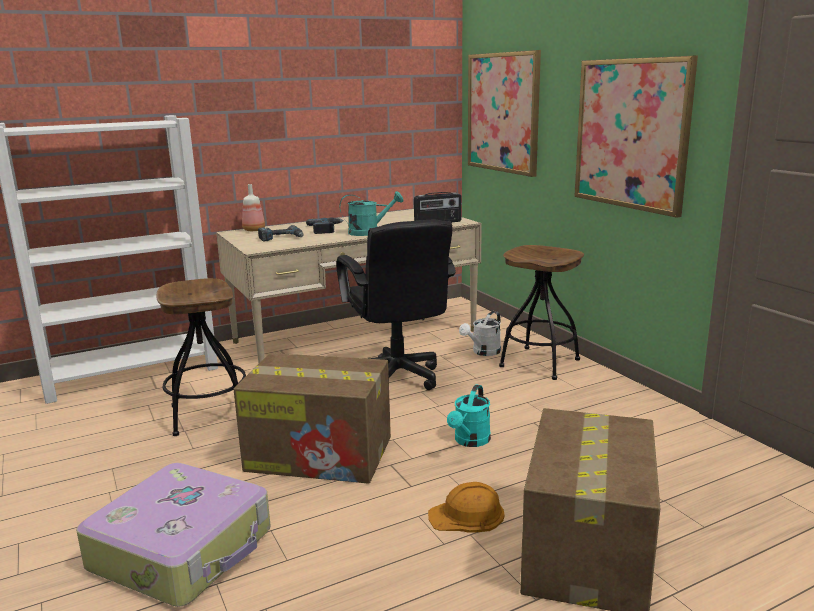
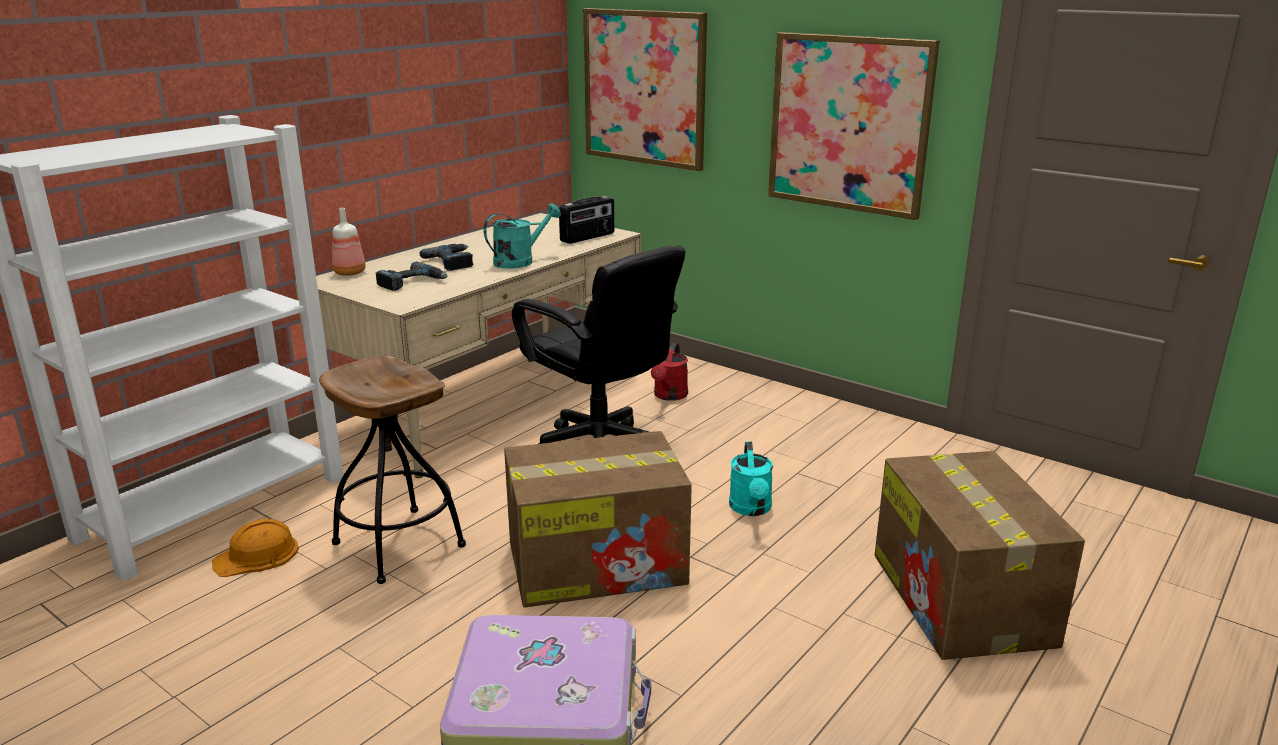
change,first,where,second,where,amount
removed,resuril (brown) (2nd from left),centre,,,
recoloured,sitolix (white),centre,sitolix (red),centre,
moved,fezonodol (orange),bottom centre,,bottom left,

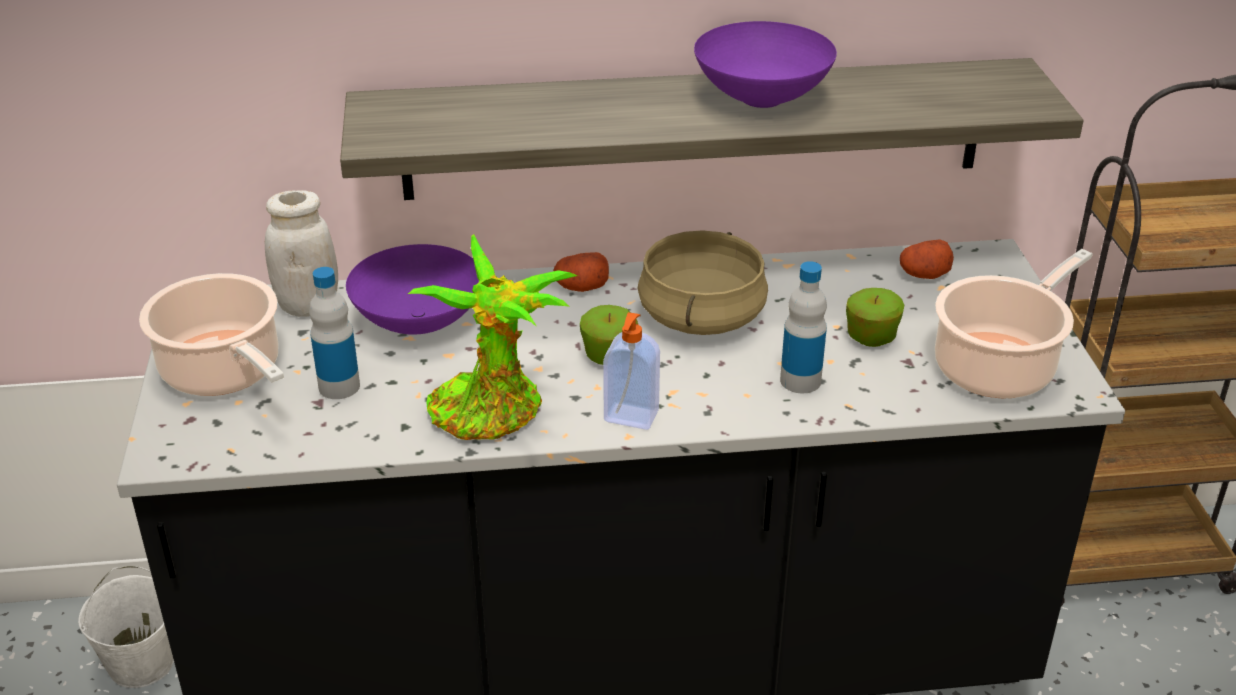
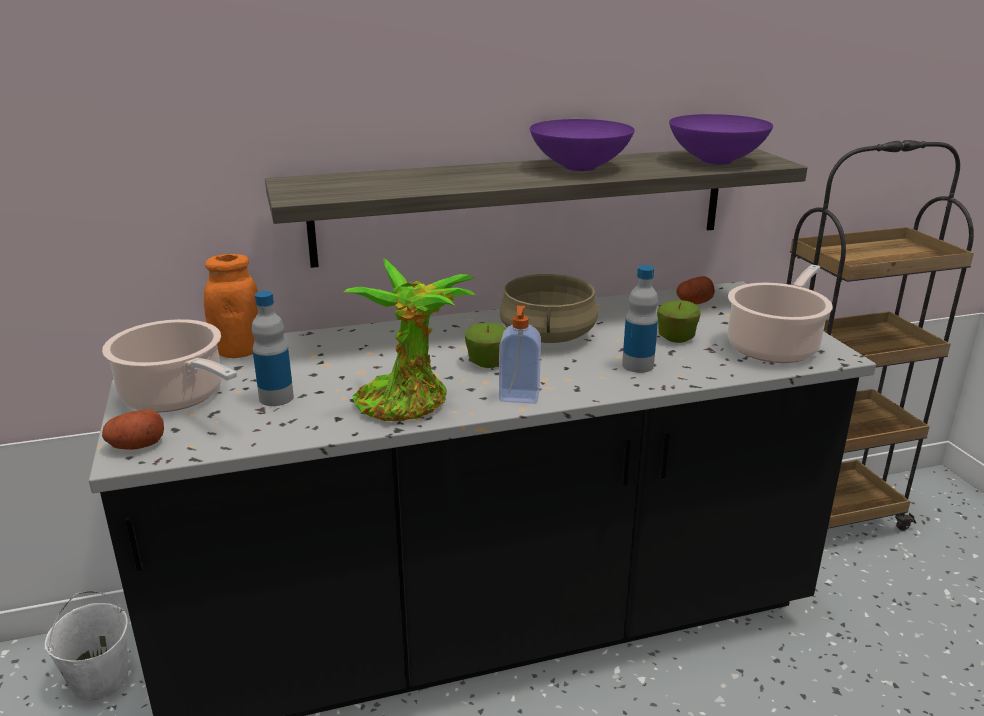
change,first,where,second,where,amount
recoloured,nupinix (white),middle left,nupinix (orange),middle left,
moved,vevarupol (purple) (1st from left in the first image),centre,vevarupol (purple) (2nd from left),top right,
moved,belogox (1st from left),centre,,middle left,

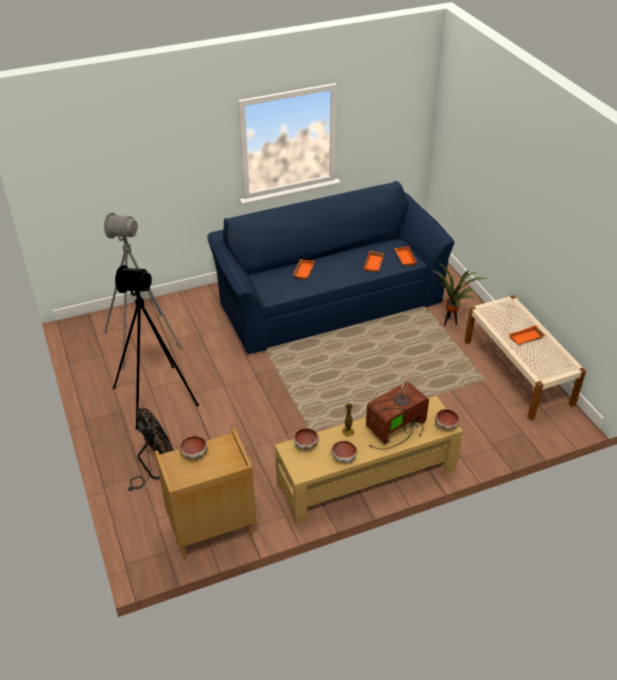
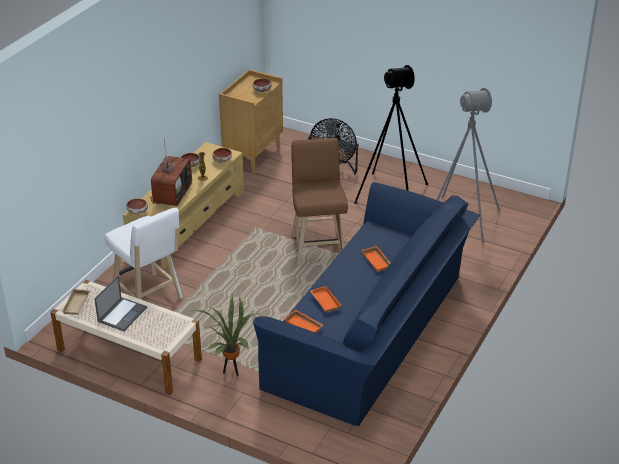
change,first,where,second,where,amount
replaced,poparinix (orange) (4th from left),middle right,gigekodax,middle left,
added,,,resuril (brown),centre,
added,,,resuril (white),middle left,
added,,,poparinix (beige),middle left,

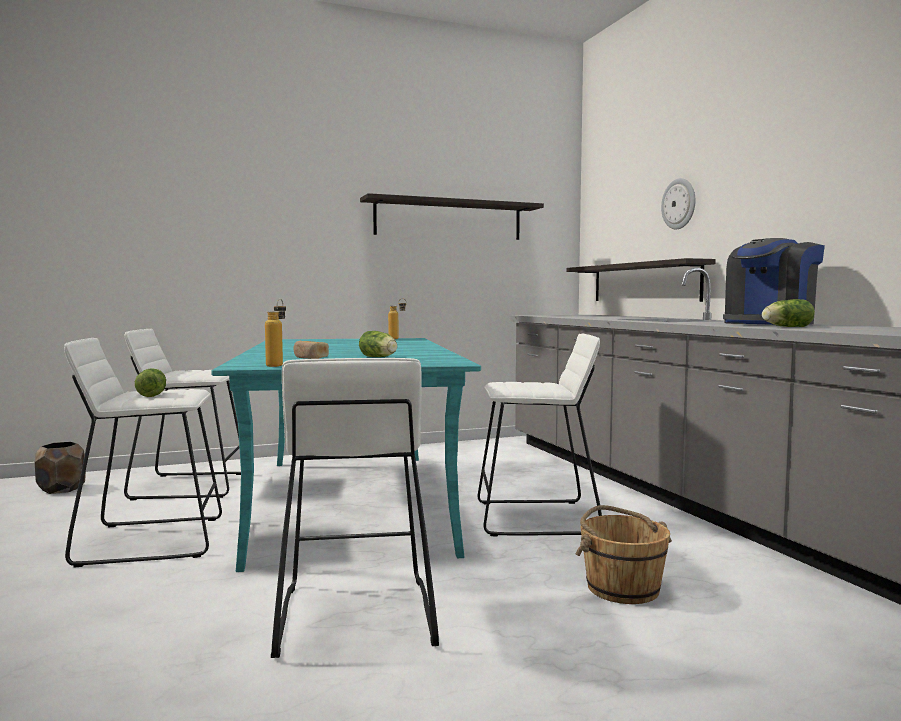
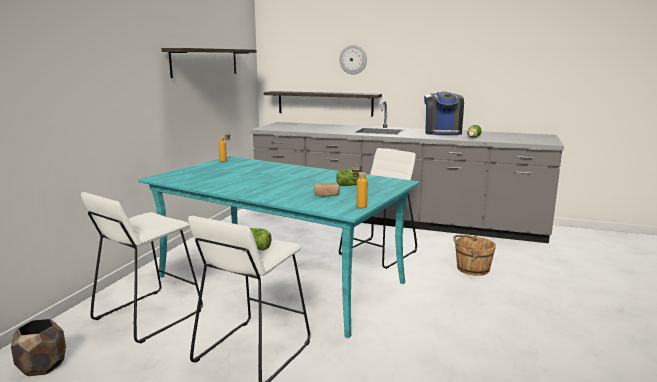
change,first,where,second,where,amount
removed,resuril (white) (3rd from left),bottom centre,,,

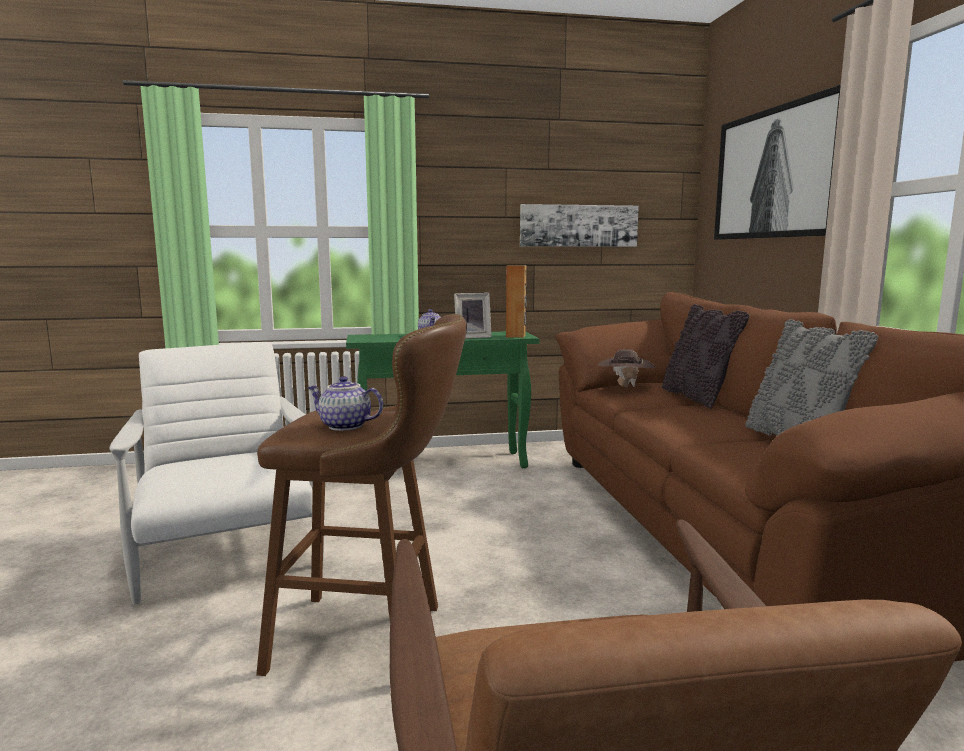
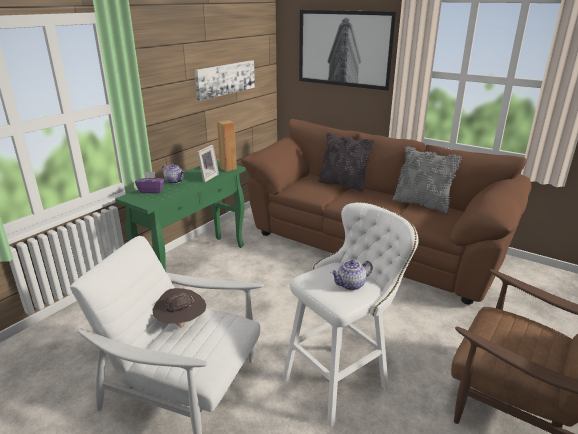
change,first,where,second,where,amount
recoloured,resuril (brown),centre,resuril (white),bottom centre,
moved,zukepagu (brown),centre,,bottom left,
added,,,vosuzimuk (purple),middle left,

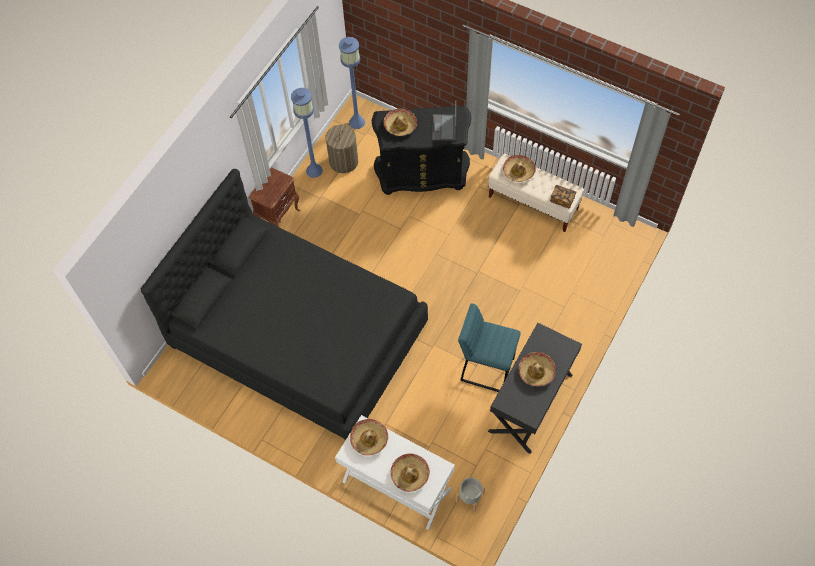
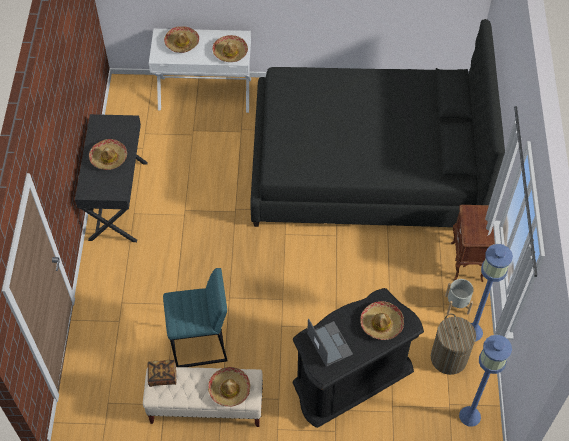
change,first,where,second,where,amount
moved,resuril (turquoise),centre,,bottom centre,
moved,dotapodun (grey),bottom centre,,bottom right,

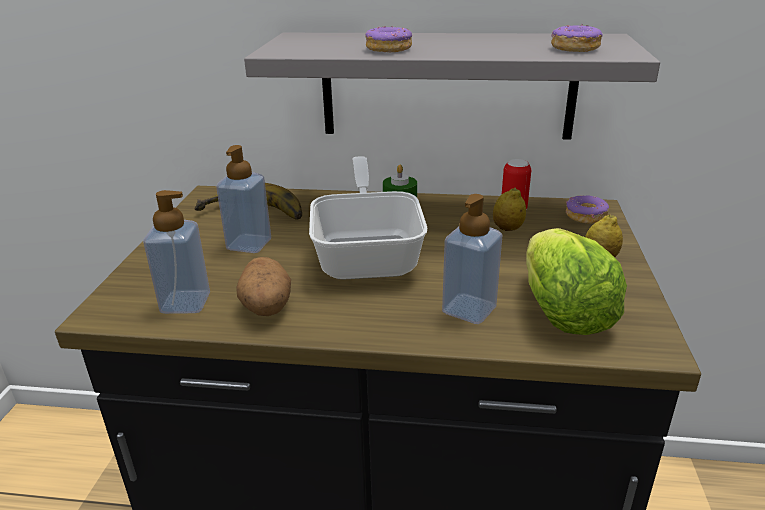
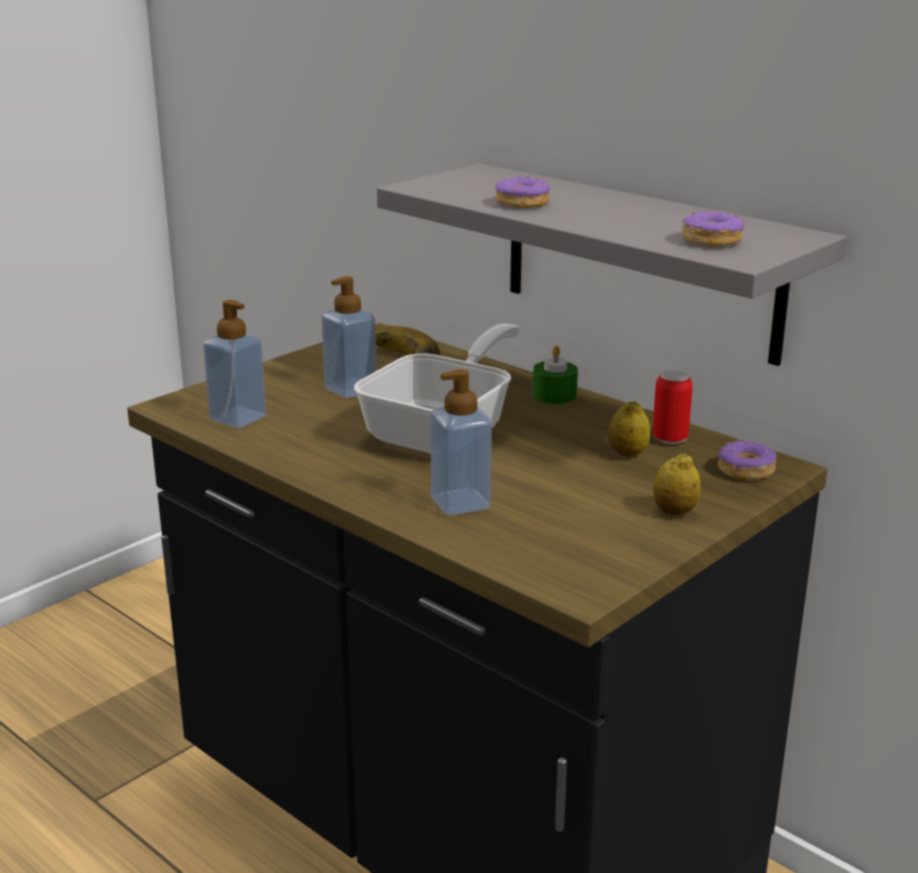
change,first,where,second,where,amount
removed,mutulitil,middle right,,,
removed,belogox,centre,,,

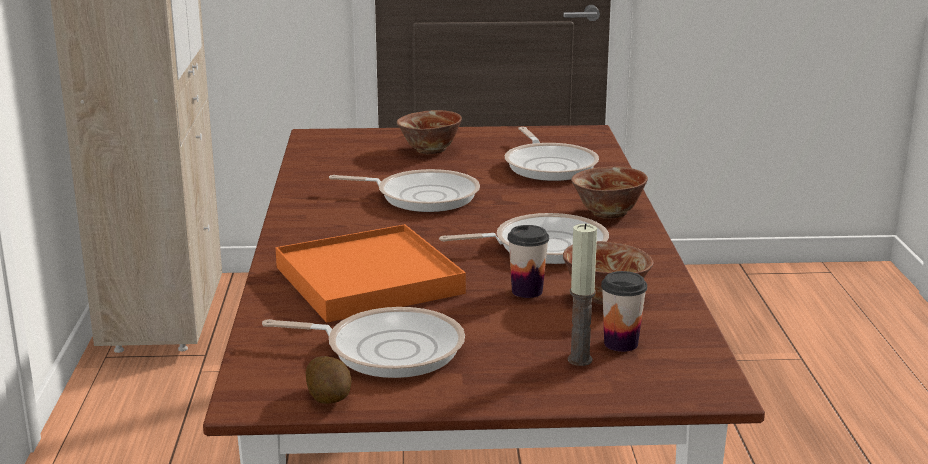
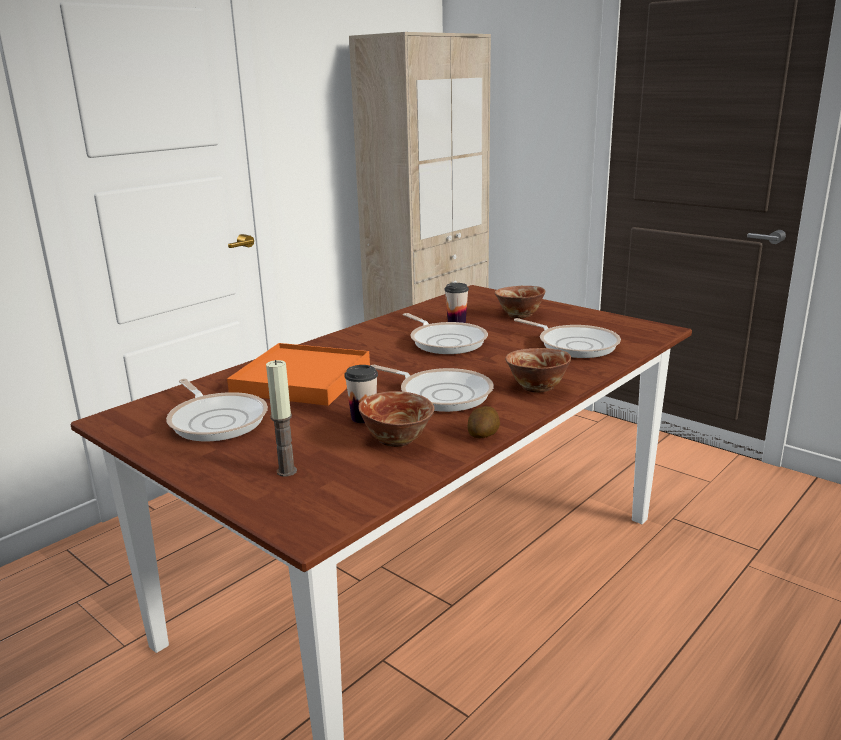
change,first,where,second,where,amount
turned,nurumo (4th from left),top centre,,middle right,75 degrees counterclockwise
moved,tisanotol (2nd from left),bottom right,,centre,
moved,belogox,bottom centre,,centre,

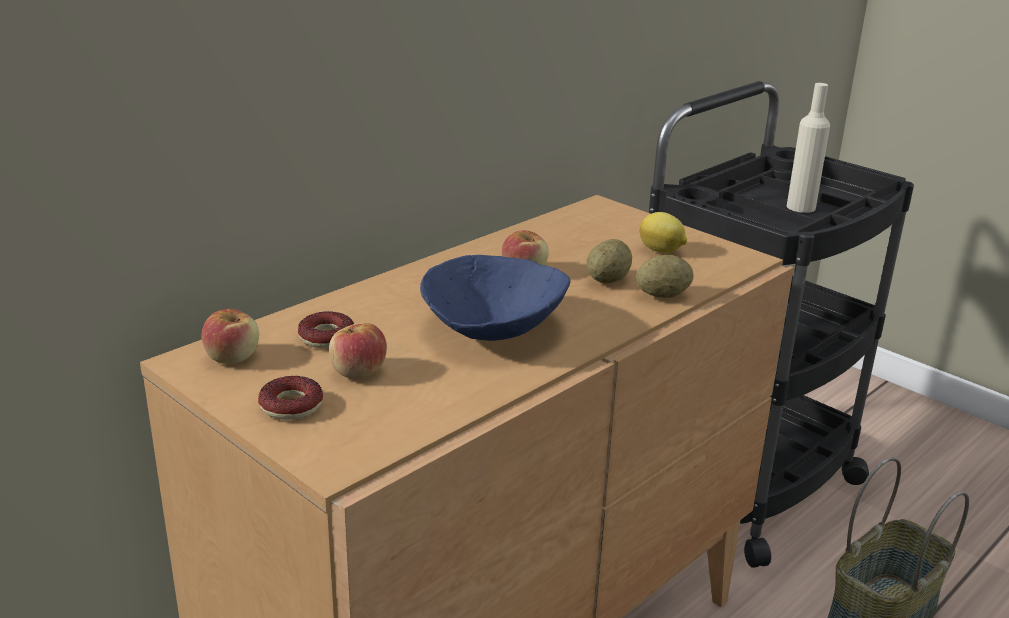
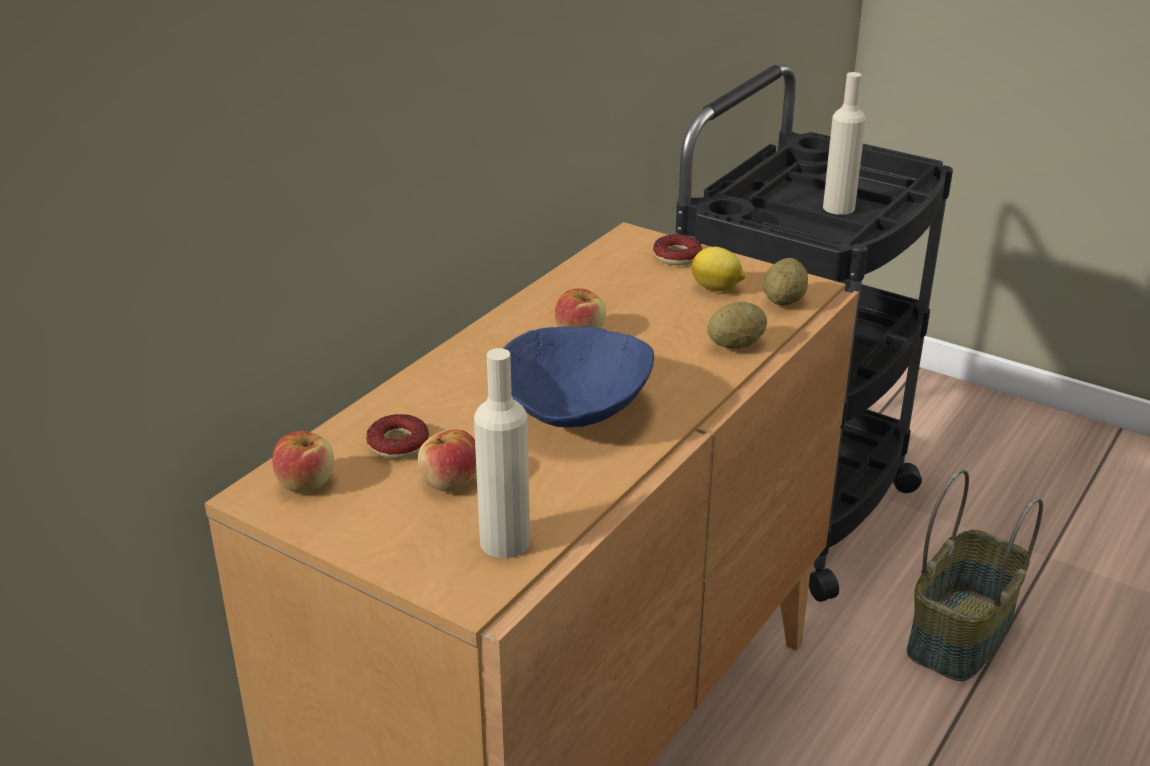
change,first,where,second,where,amount
moved,belogox (1st from left in the first image),centre,belogox (2nd from left),middle right,
moved,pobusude (1st from left in the first image),middle left,pobusude (2nd from left),top centre,
added,,,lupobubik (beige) (1st from left),centre,

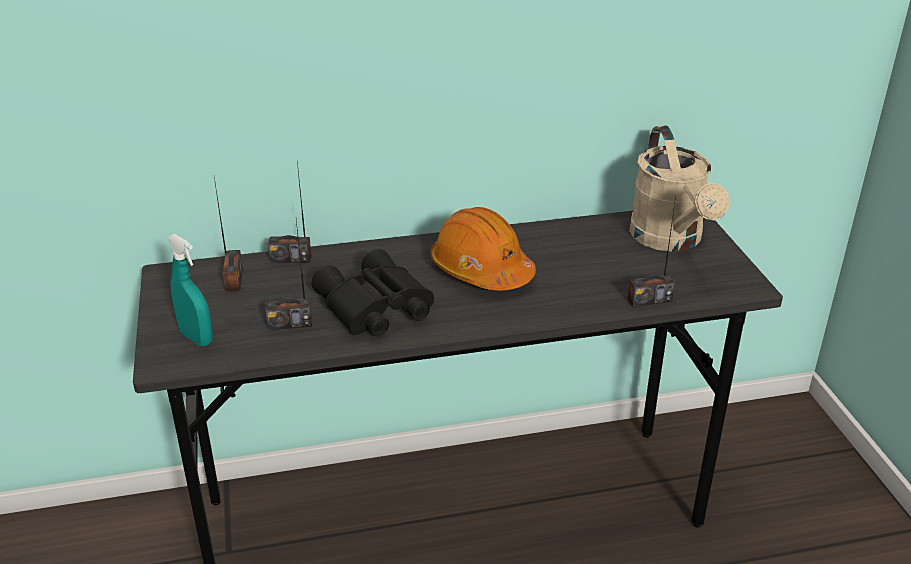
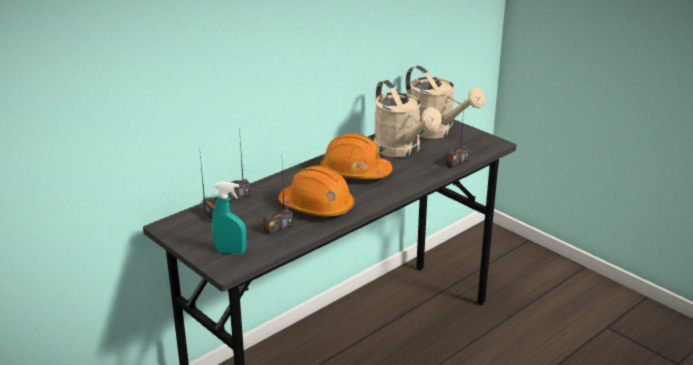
change,first,where,second,where,amount
replaced,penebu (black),centre,fezonodol (orange) (1st from left),centre,
added,,,sitolix (beige) (1st from left),top centre,

